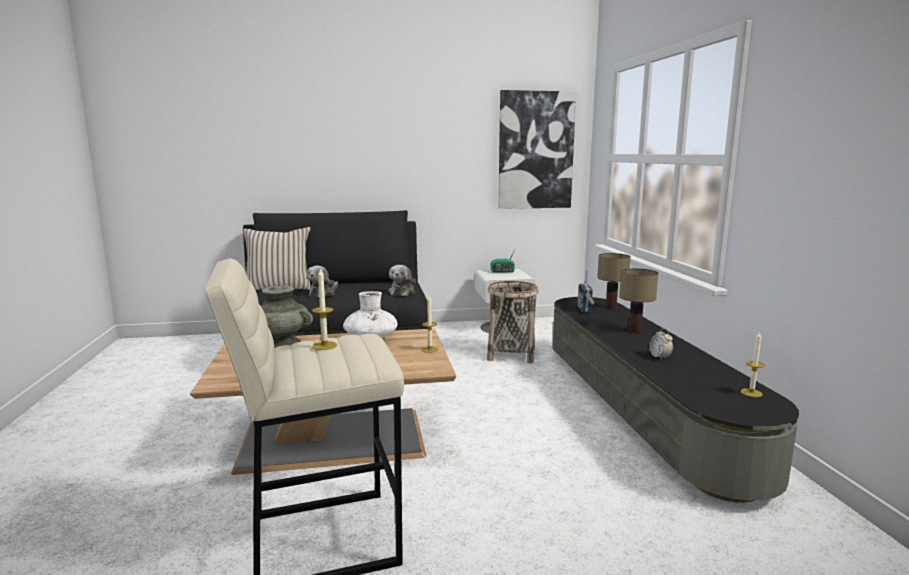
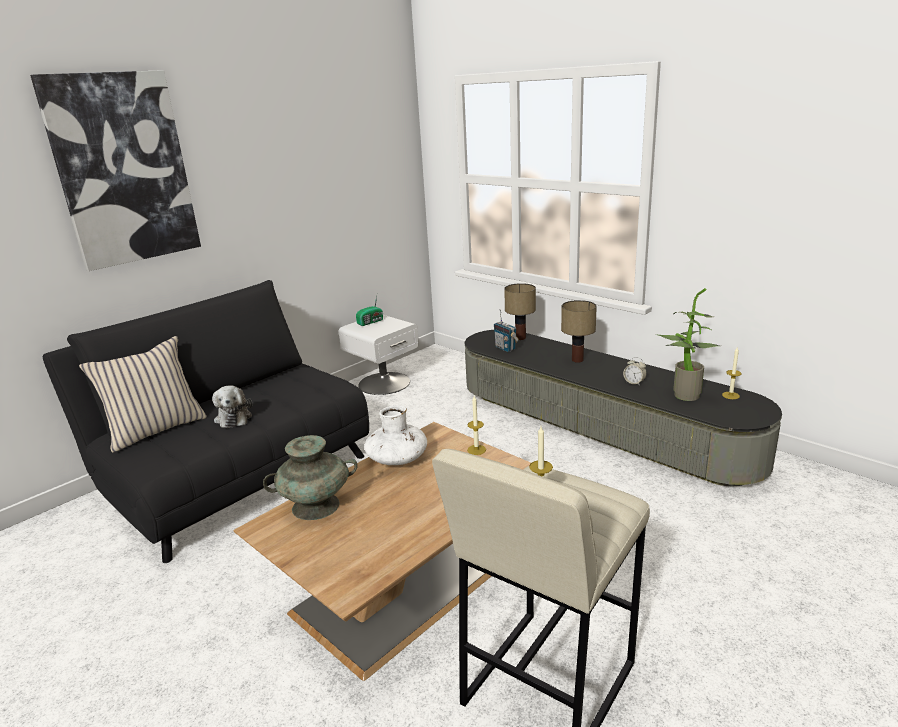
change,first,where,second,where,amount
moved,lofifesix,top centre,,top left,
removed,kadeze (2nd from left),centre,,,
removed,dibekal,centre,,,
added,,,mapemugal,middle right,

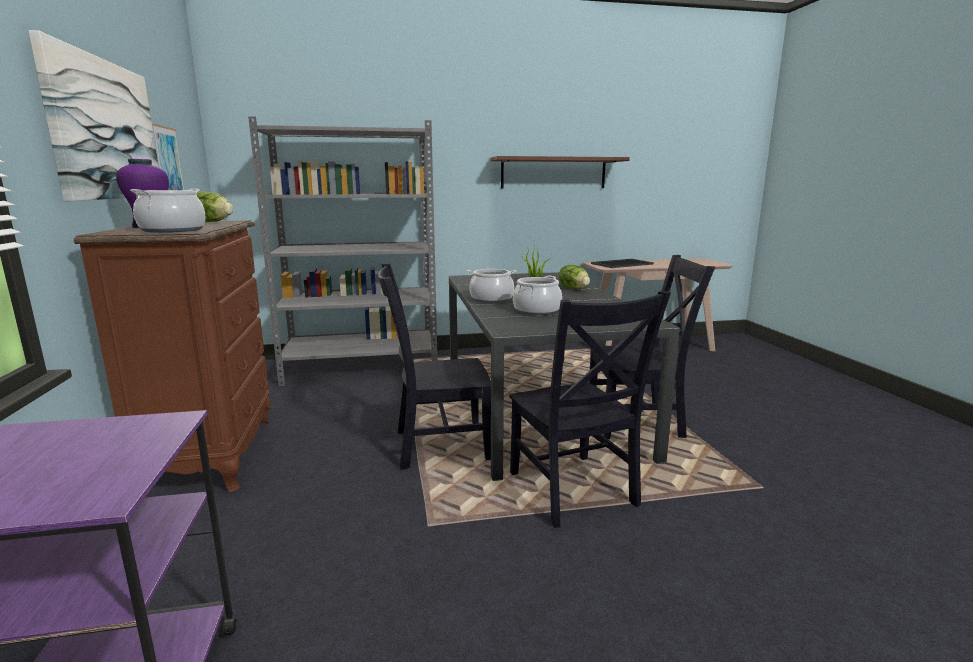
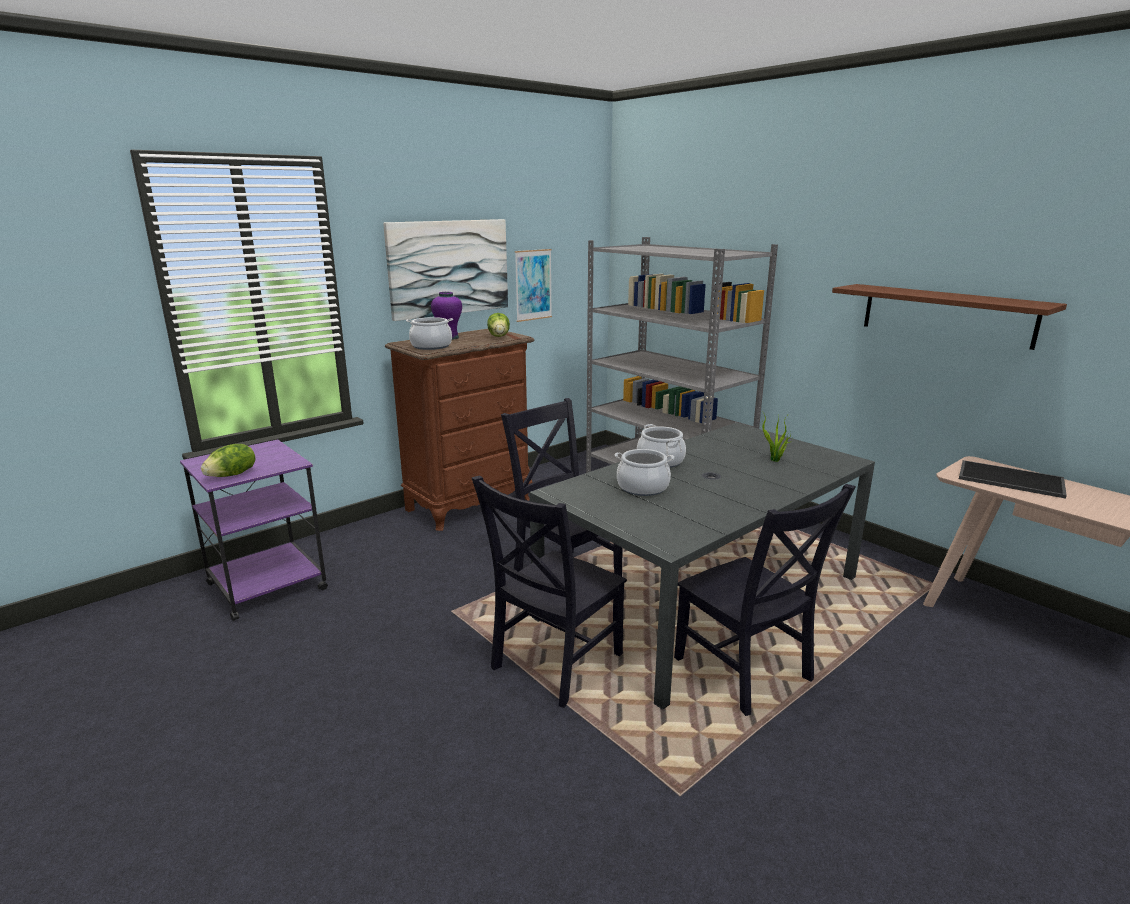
change,first,where,second,where,amount
moved,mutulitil (2nd from left in the first image),centre,mutulitil (1st from left),middle left,

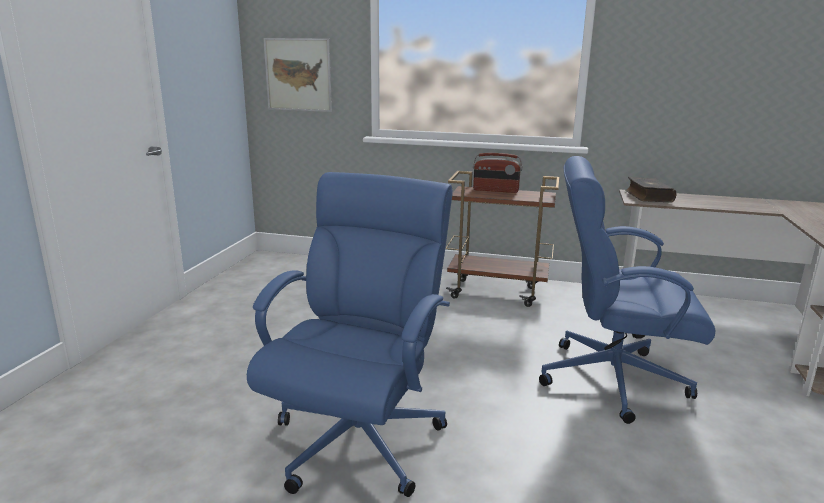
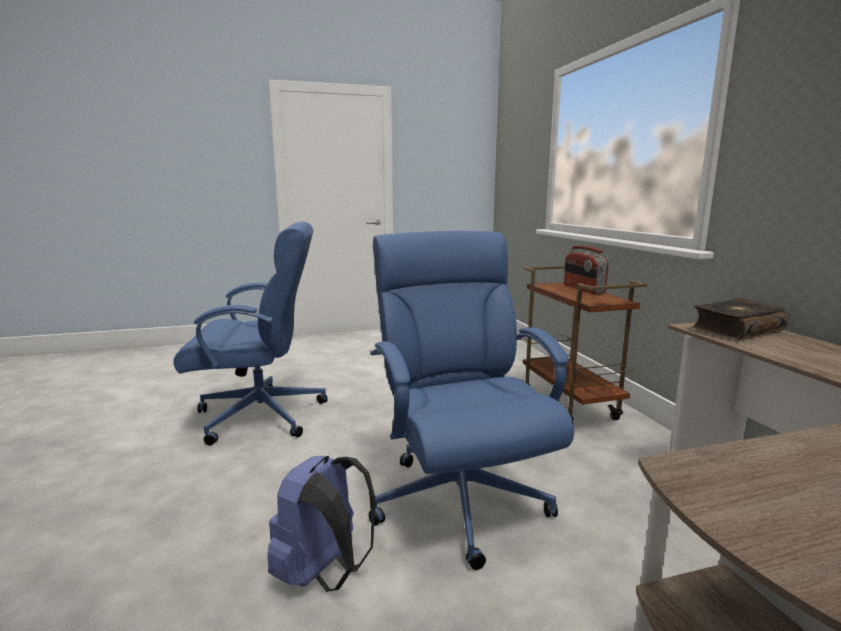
change,first,where,second,where,amount
removed,lofifesix,top centre,,,
added,,,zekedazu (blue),bottom centre,

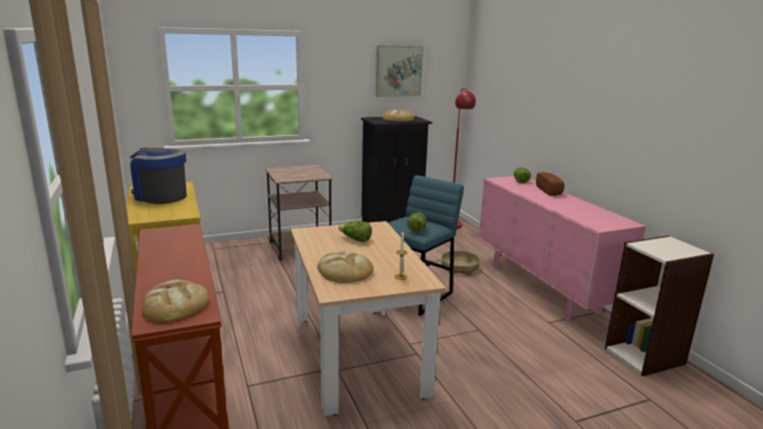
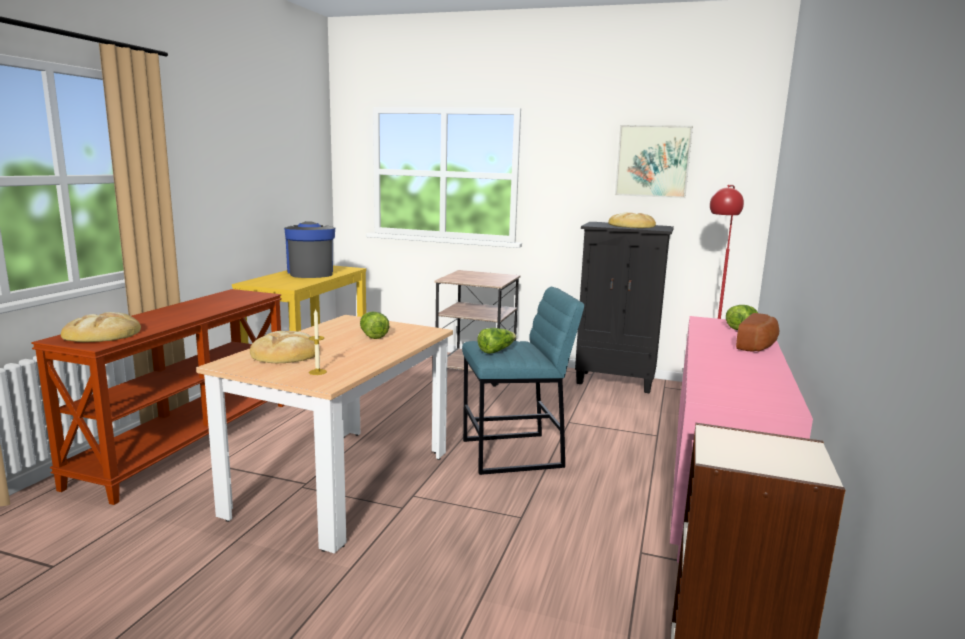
change,first,where,second,where,amount
removed,dibekal,centre,,,

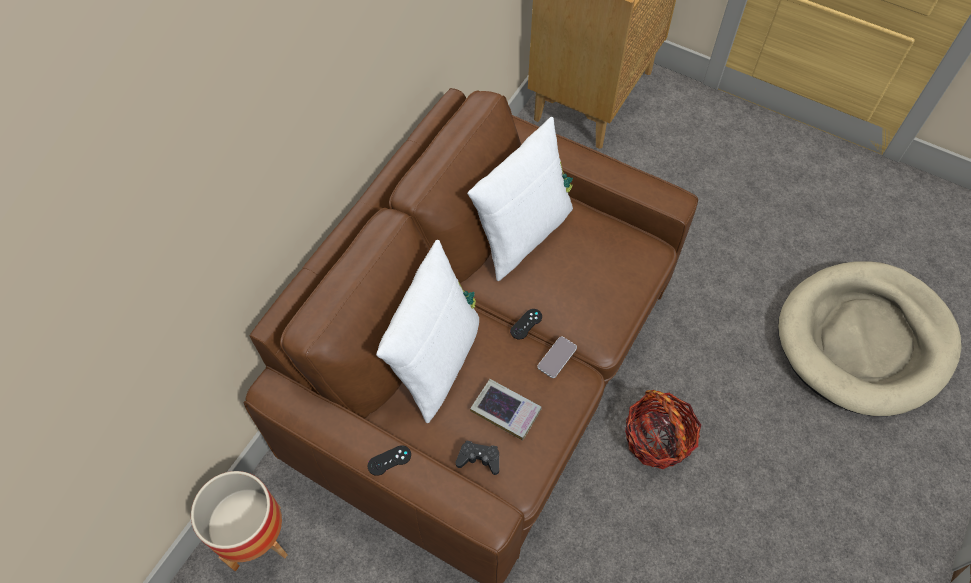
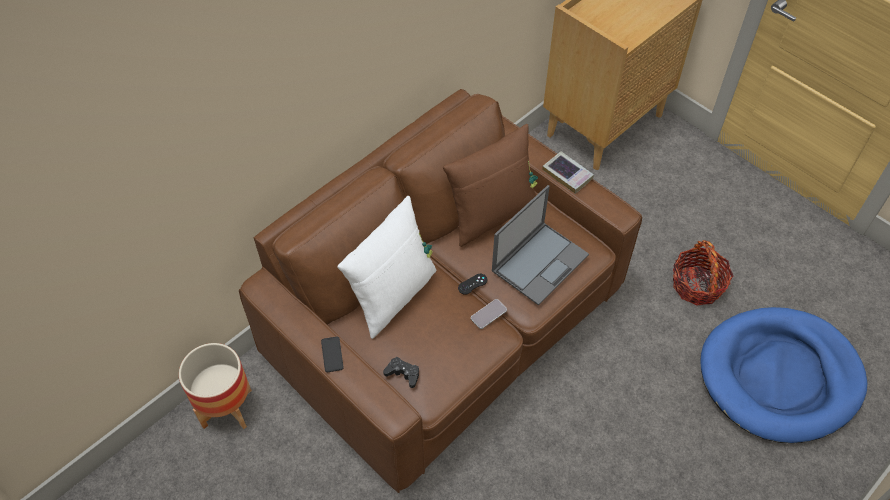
change,first,where,second,where,amount
recoloured,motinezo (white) (2nd from left),centre,motinezo (brown),centre,
recoloured,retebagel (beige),middle right,retebagel (blue),bottom right,
moved,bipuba,bottom centre,,centre,
moved,dibekal,bottom right,,middle right,
replaced,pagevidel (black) (1st from left),bottom centre,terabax (1st from left),bottom centre,
added,,,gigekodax,centre,

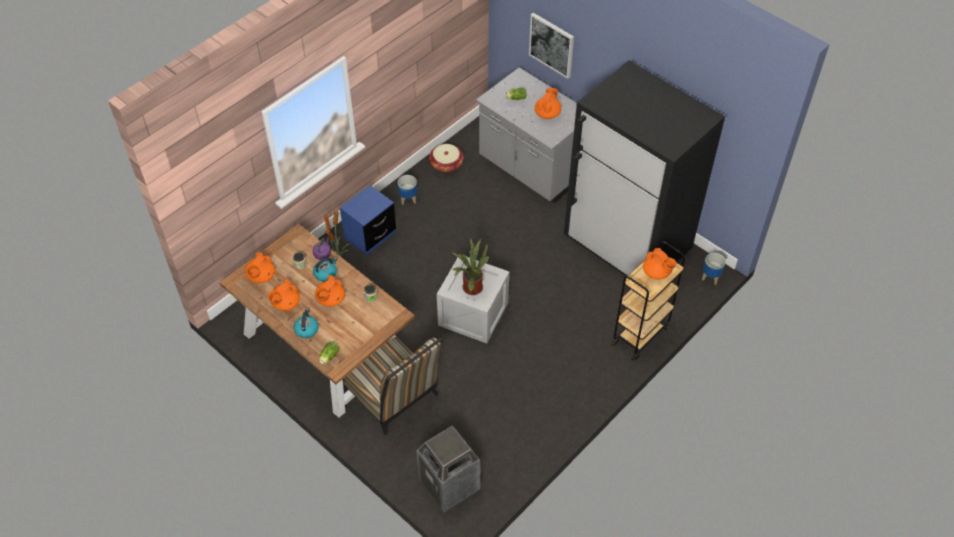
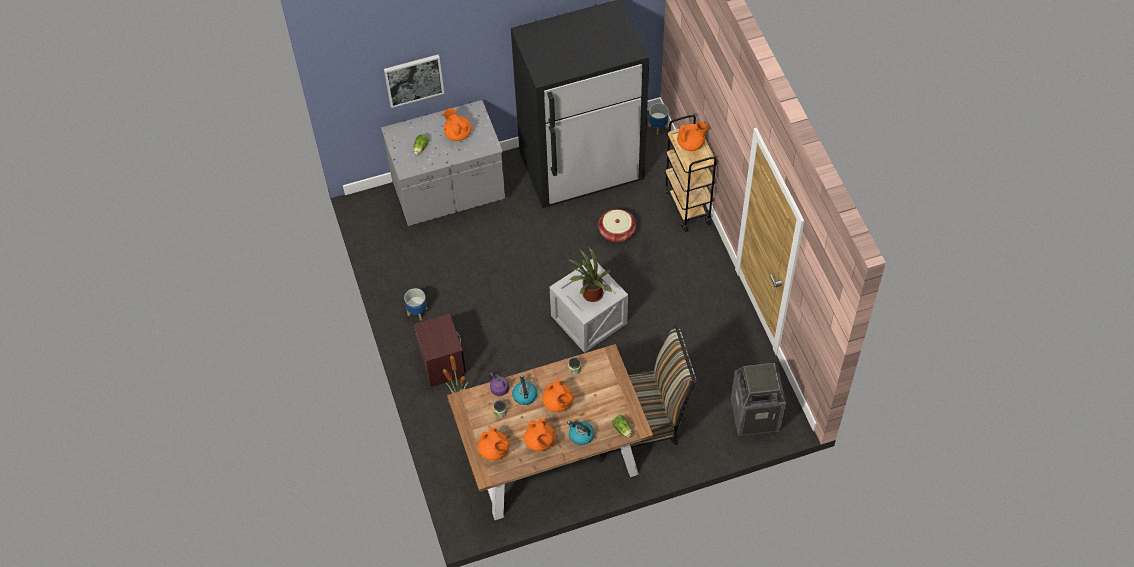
change,first,where,second,where,amount
moved,dibekal,top centre,,centre,
recoloured,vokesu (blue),centre,vokesu (brown),centre,

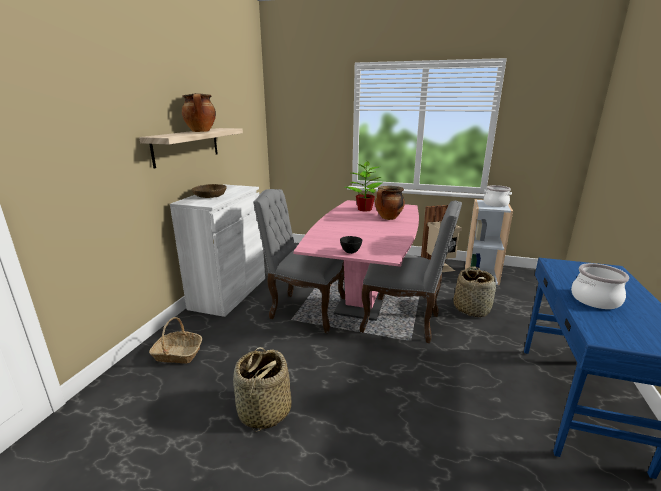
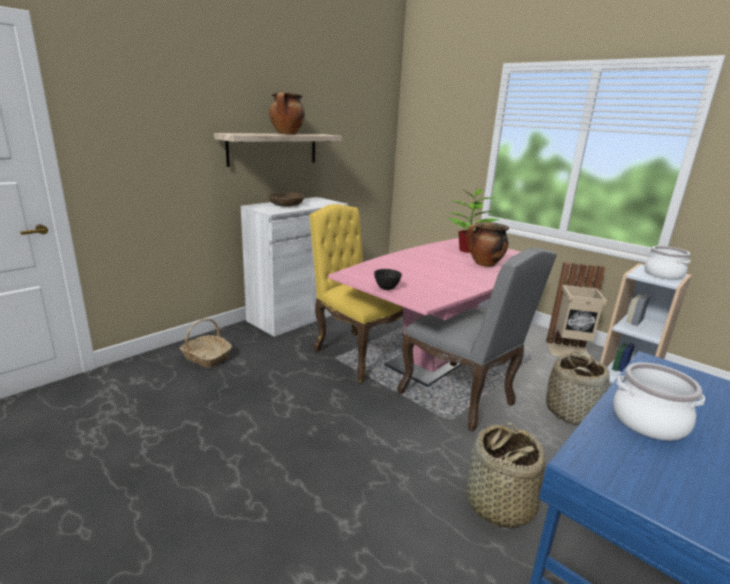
change,first,where,second,where,amount
recoloured,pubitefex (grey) (1st from left),centre,pubitefex (yellow),centre,
moved,dibekal (2nd from left),bottom centre,,bottom right,

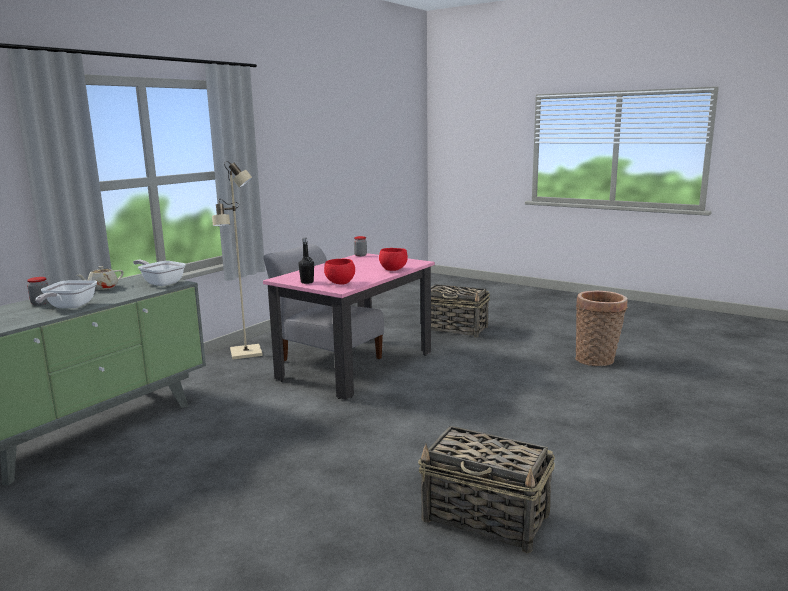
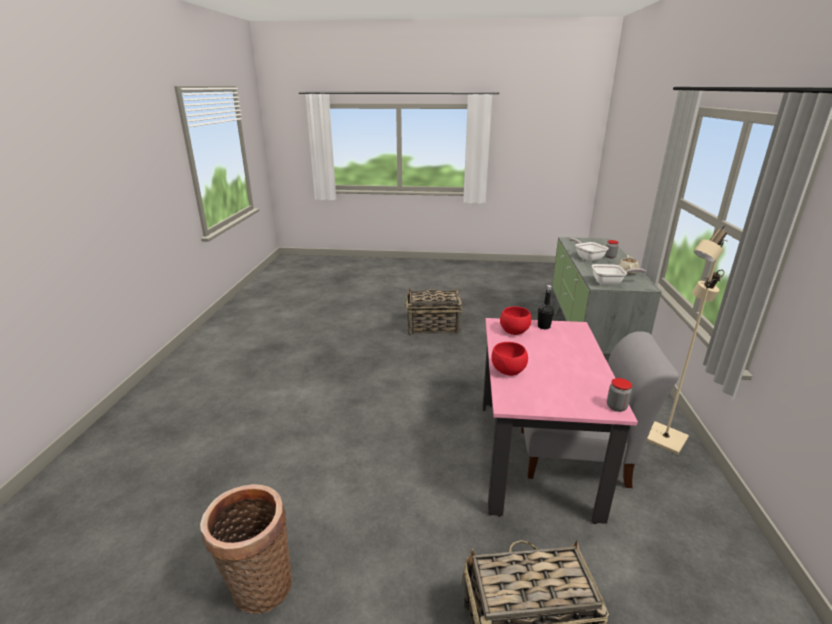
change,first,where,second,where,amount
moved,dibekal (2nd from left),bottom centre,,centre,

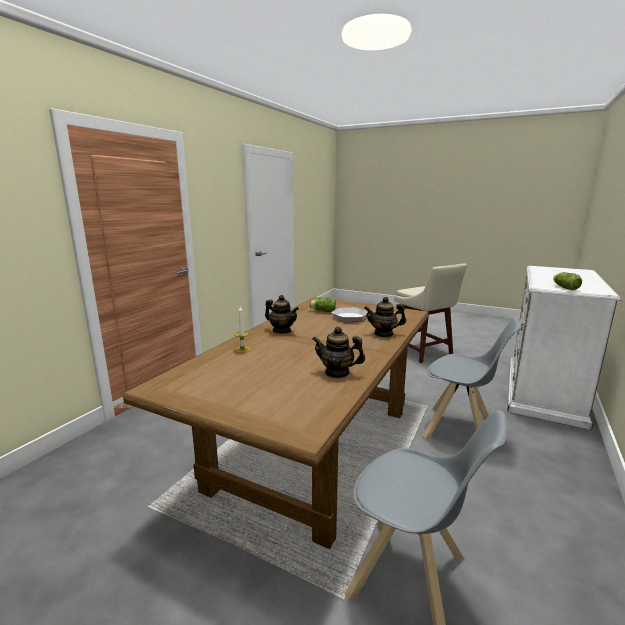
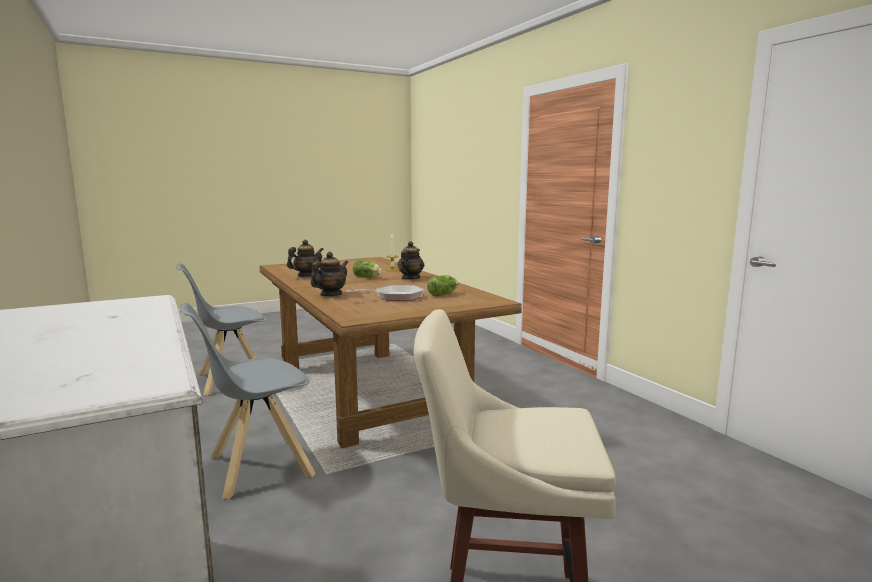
change,first,where,second,where,amount
moved,mutulitil (2nd from left in the first image),middle right,mutulitil (1st from left),centre,
turned,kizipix (1st from left in the first image),centre,kizipix (3rd from left),centre,135 degrees clockwise

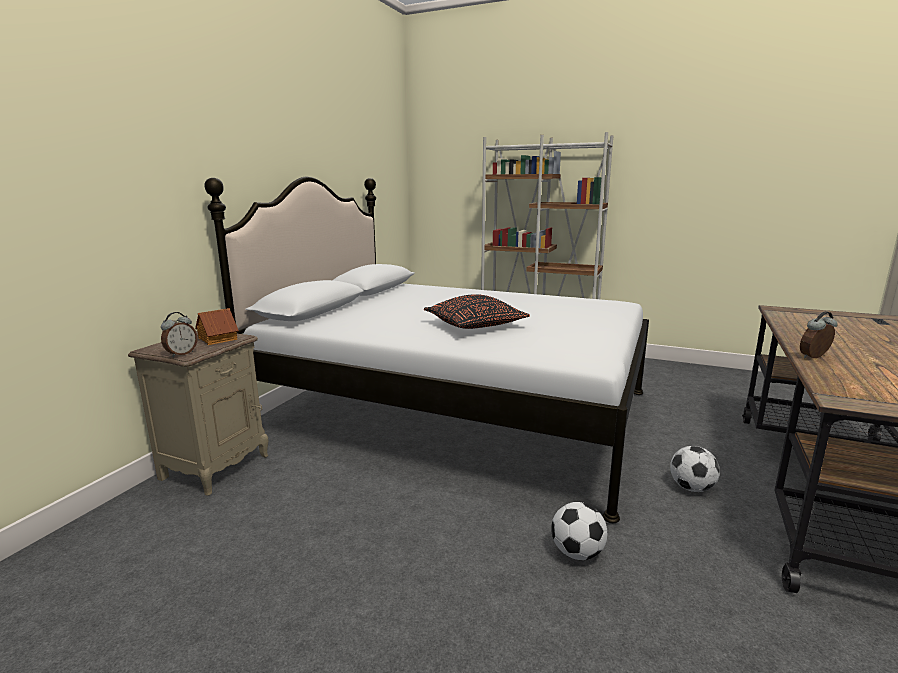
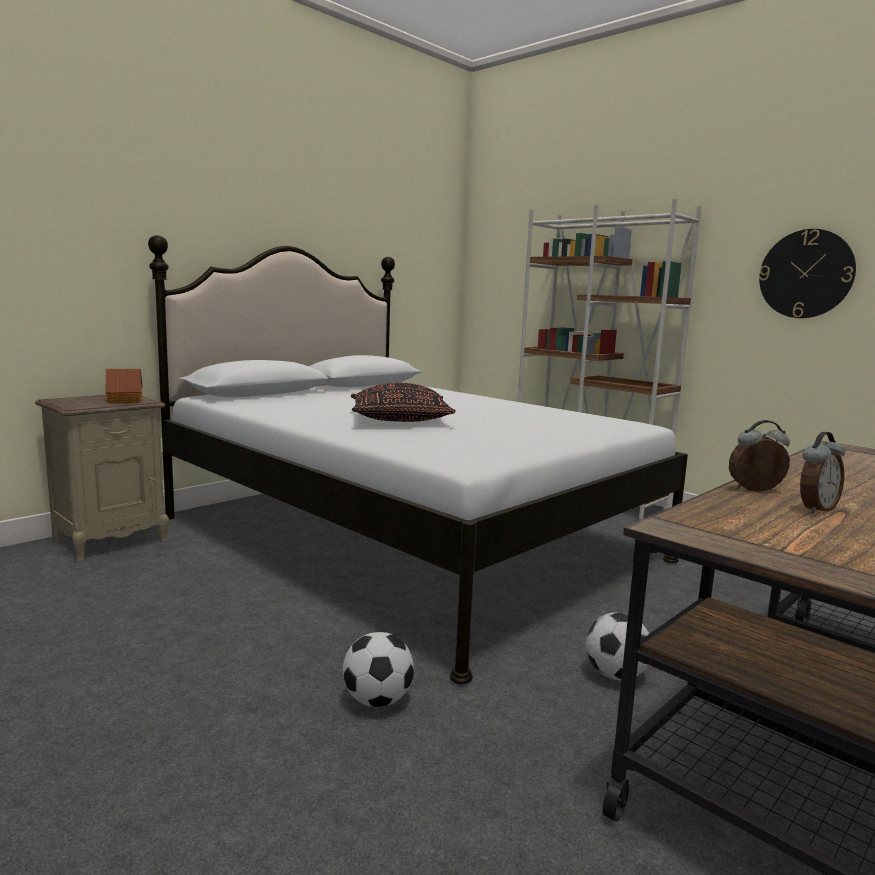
change,first,where,second,where,amount
moved,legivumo (1st from left in the first image),middle left,legivumo (2nd from left),middle right,
added,,,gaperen,top right,

